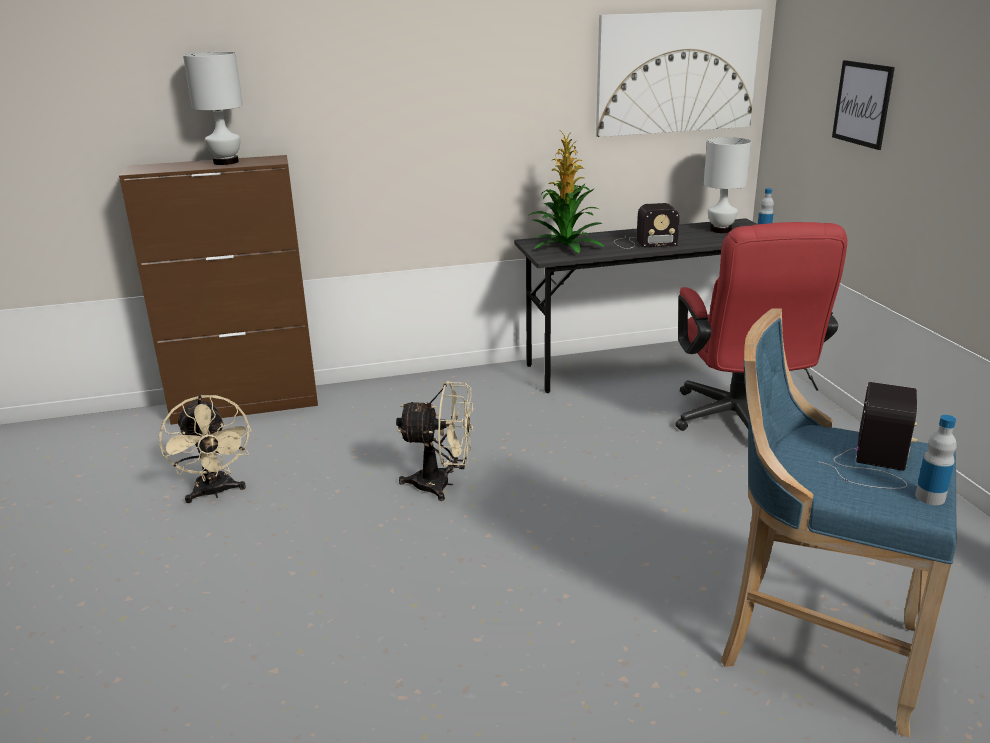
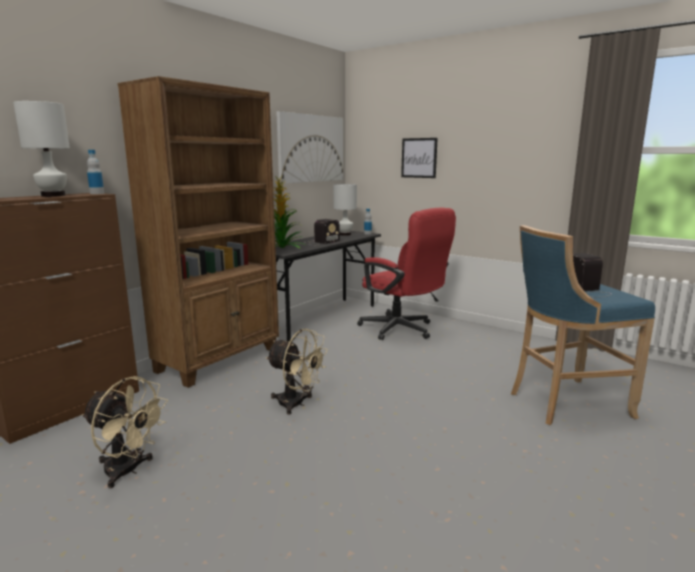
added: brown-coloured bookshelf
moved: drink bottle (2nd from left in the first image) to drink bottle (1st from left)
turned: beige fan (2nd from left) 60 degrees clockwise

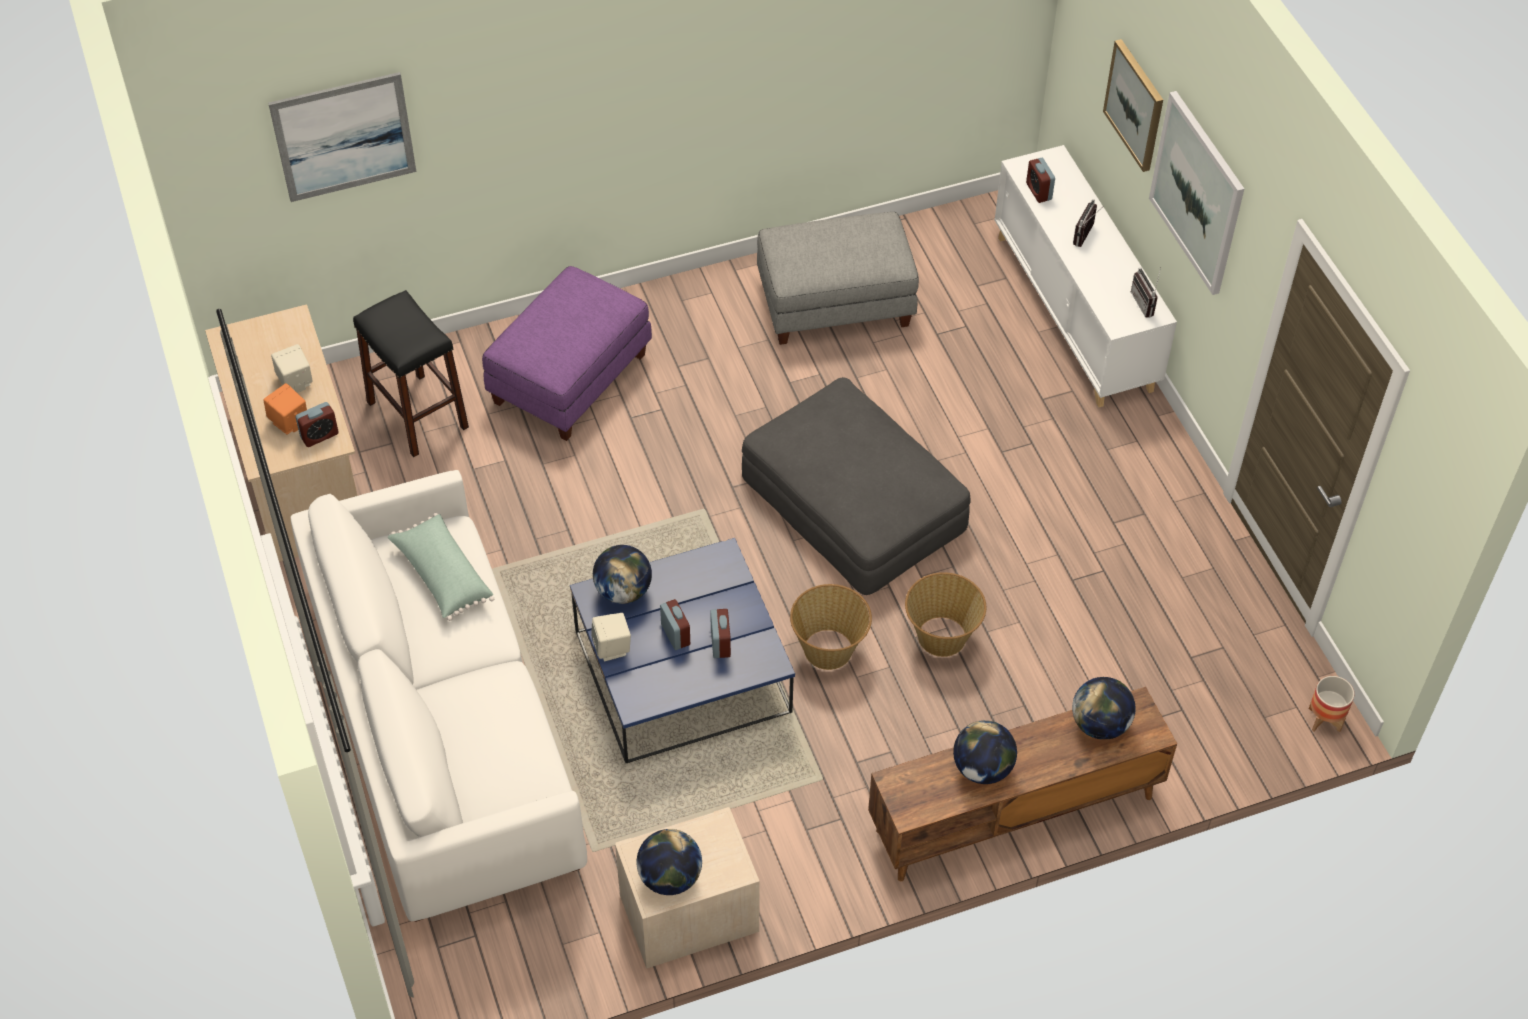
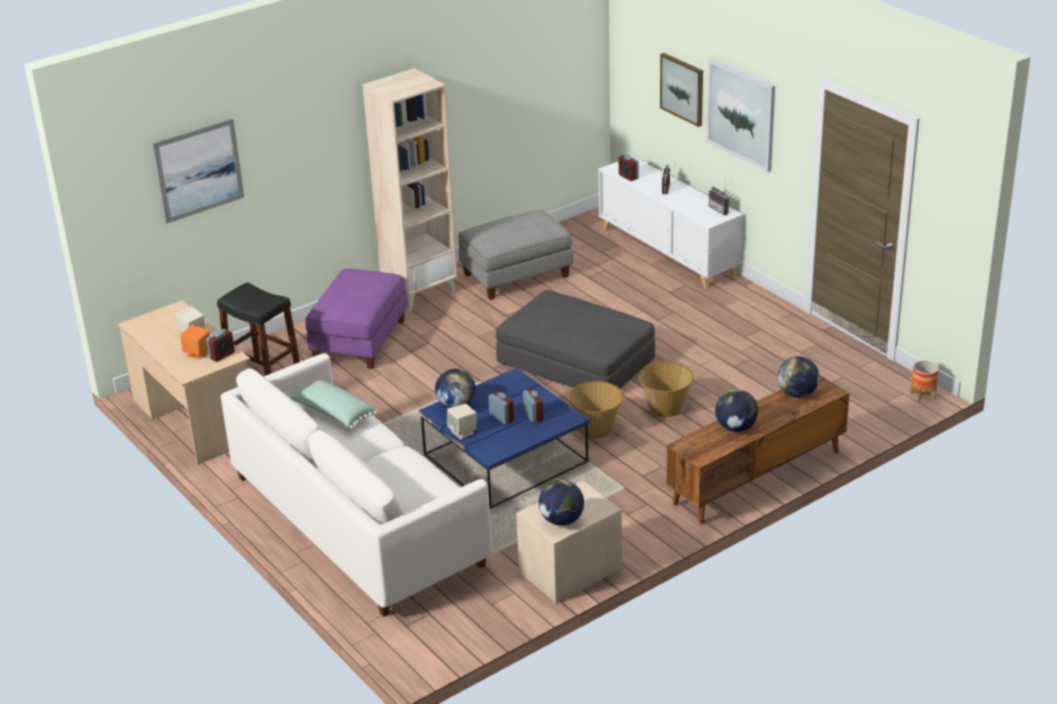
added: beige bookshelf

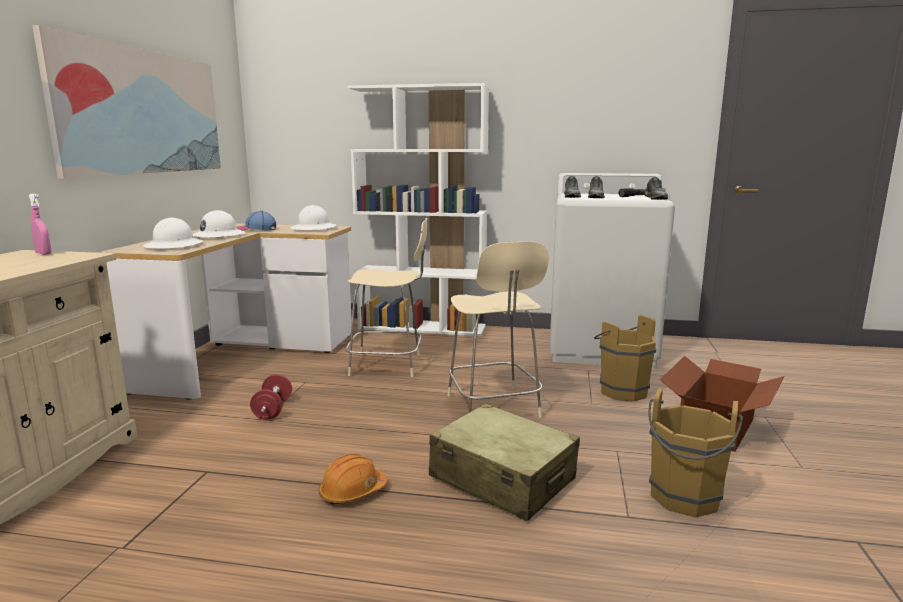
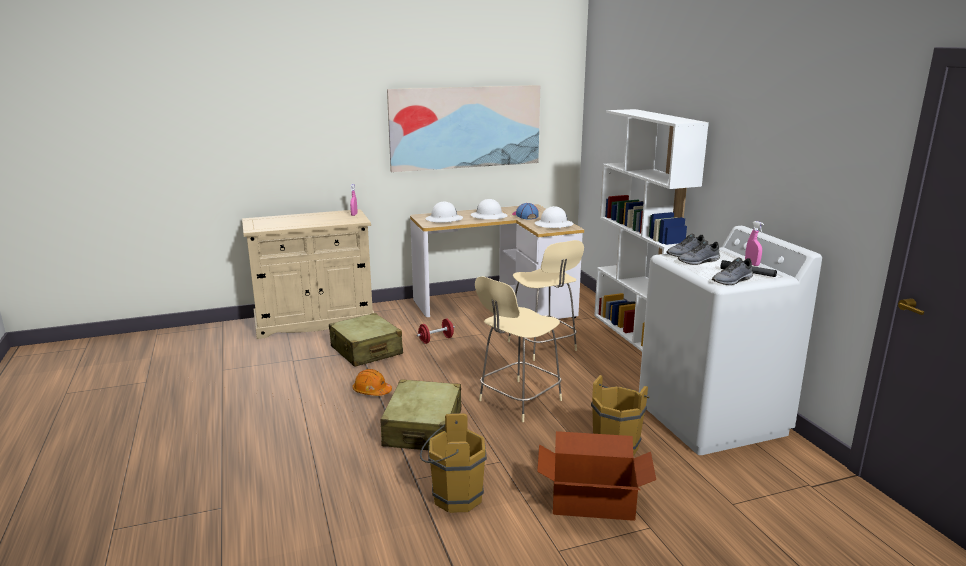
added: beige piece of luggage (1st from left); pink spray bottle (2nd from left)

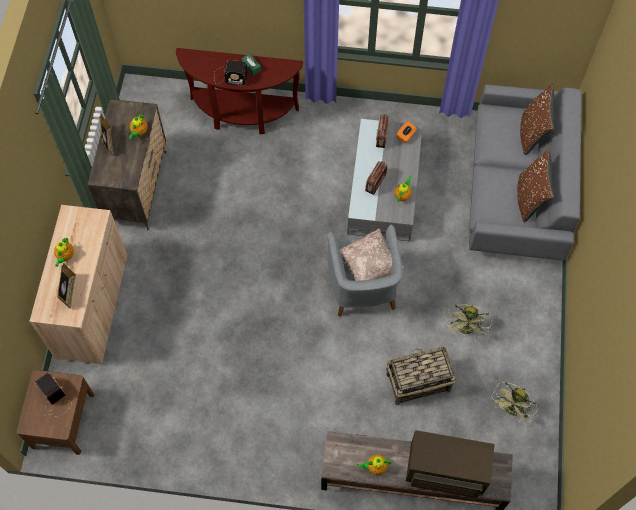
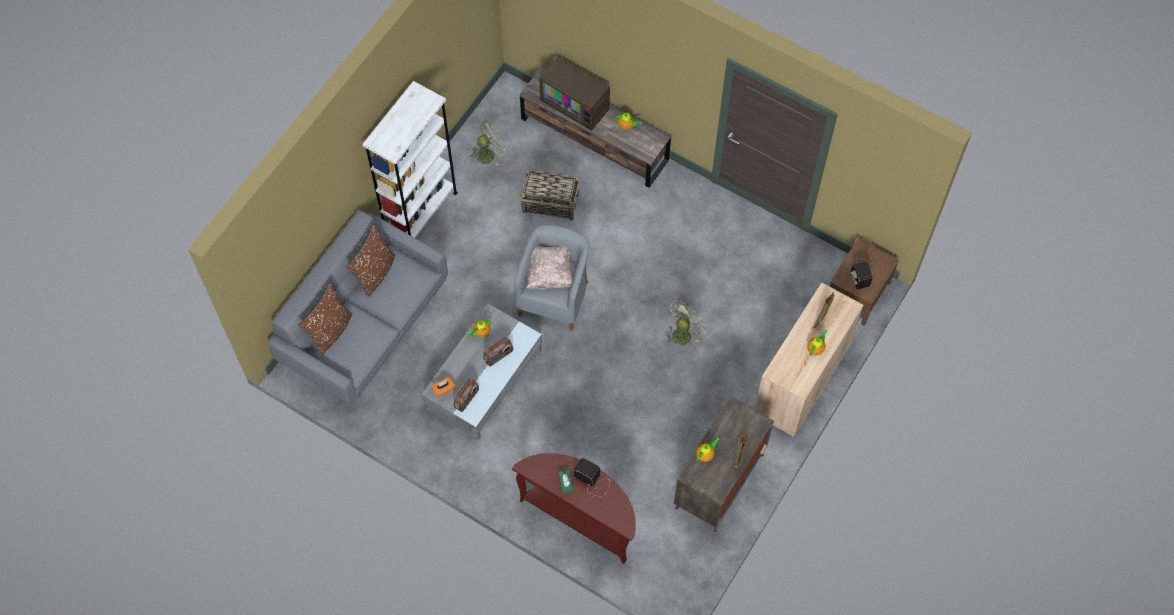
added: white bookshelf
moved: greenish fan (1st from left in the first image) to greenish fan (2nd from left)

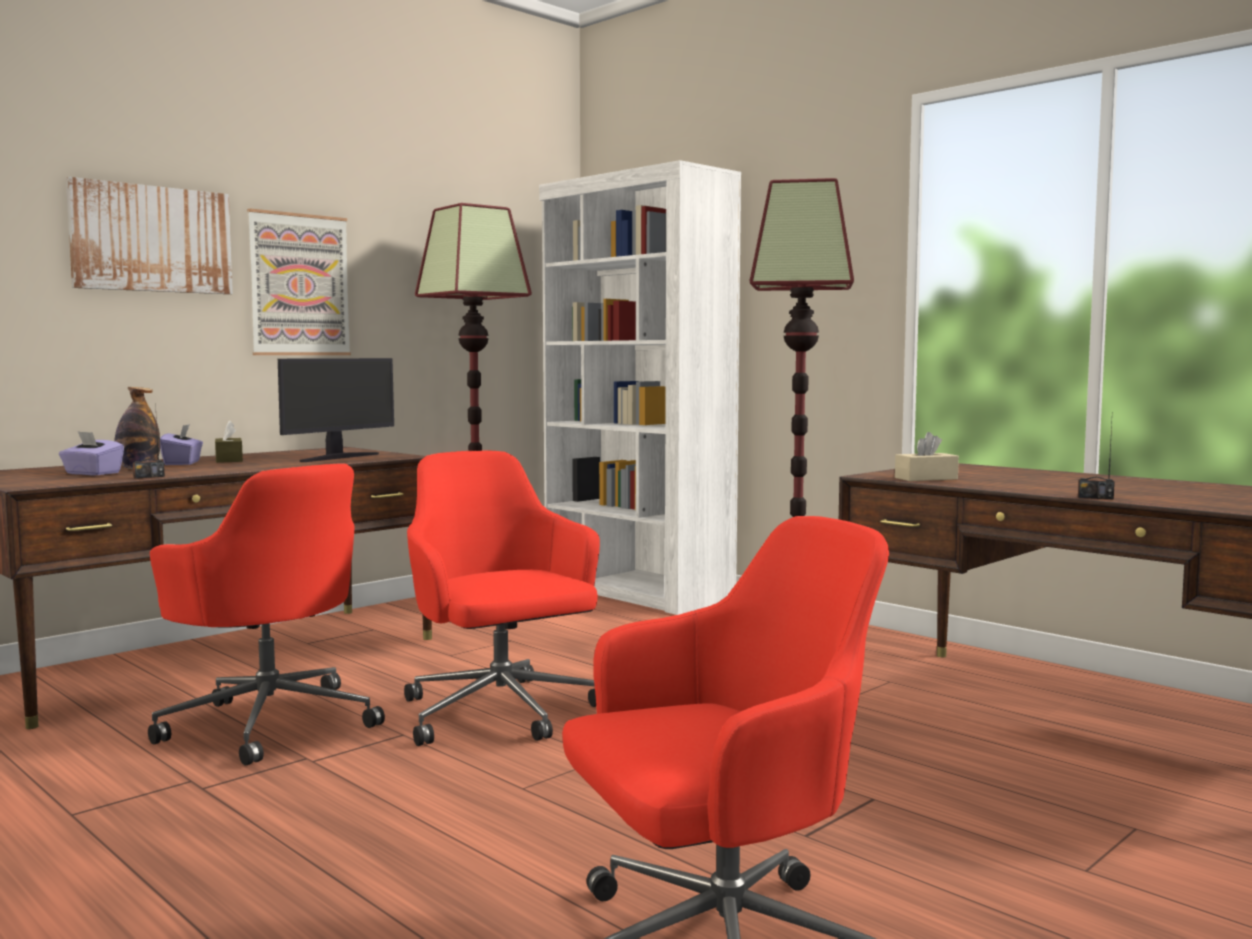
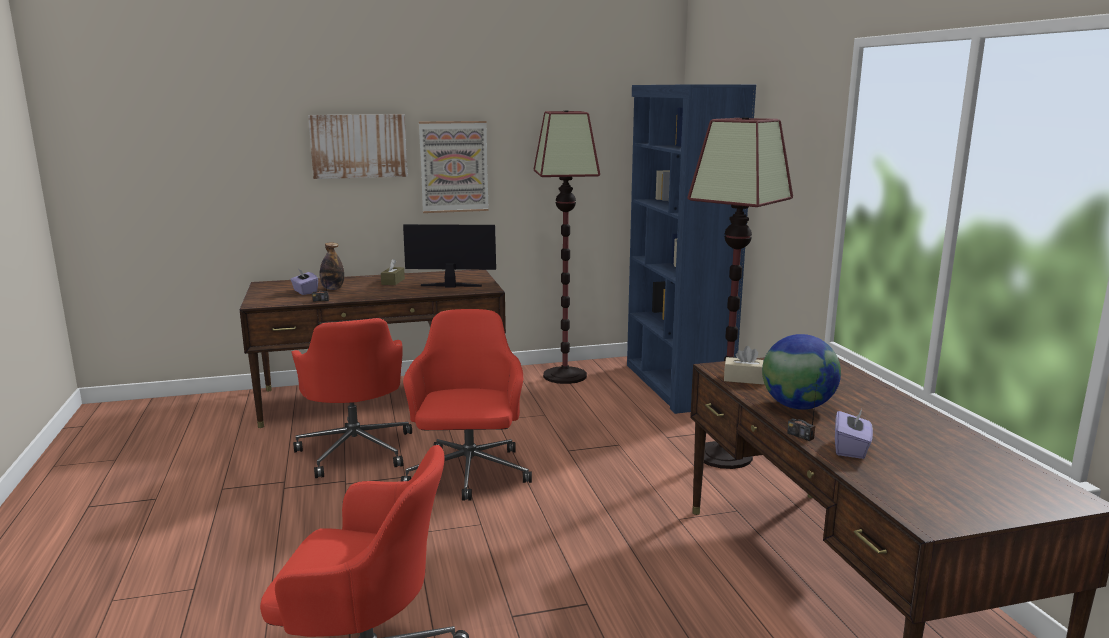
added: desk globe
moved: purple-coloured tissue holder (2nd from left)
recoloured: white bookshelf to blue bookshelf
turned: computer screen 150 degrees counterclockwise

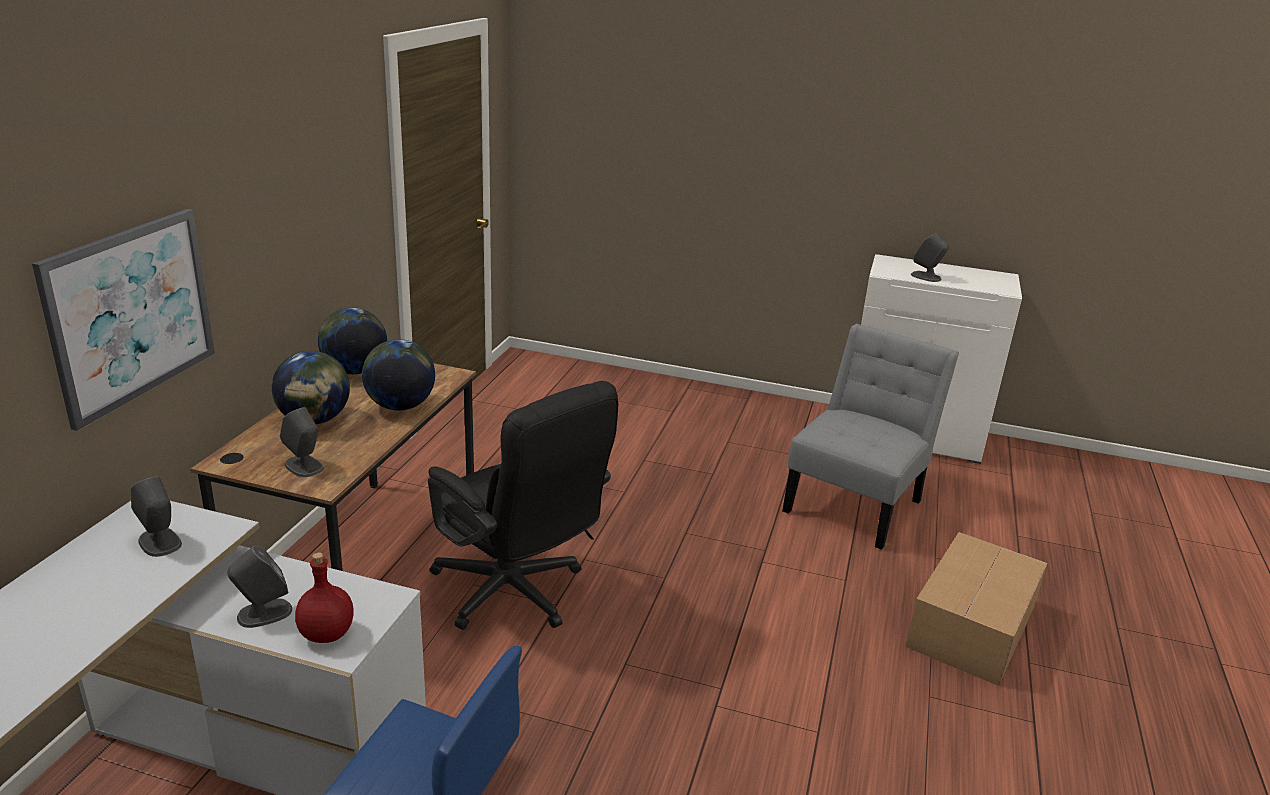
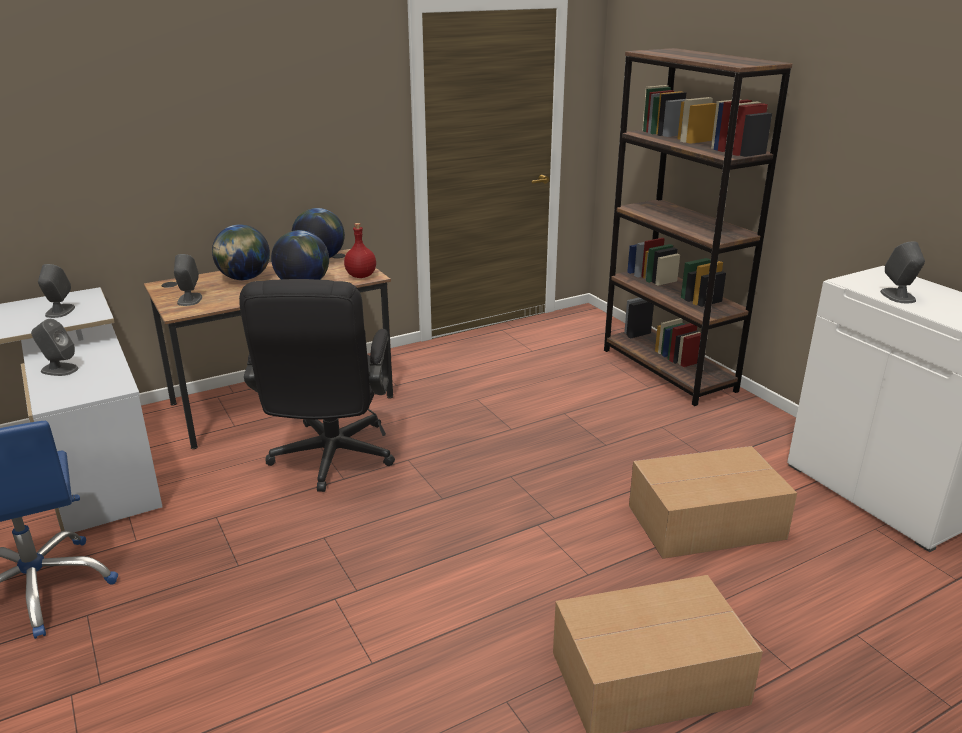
removed: wall art
added: brown-coloured bookshelf
moved: reddish drink bottle
replaced: greyish chair to cardboard box (2nd from left)

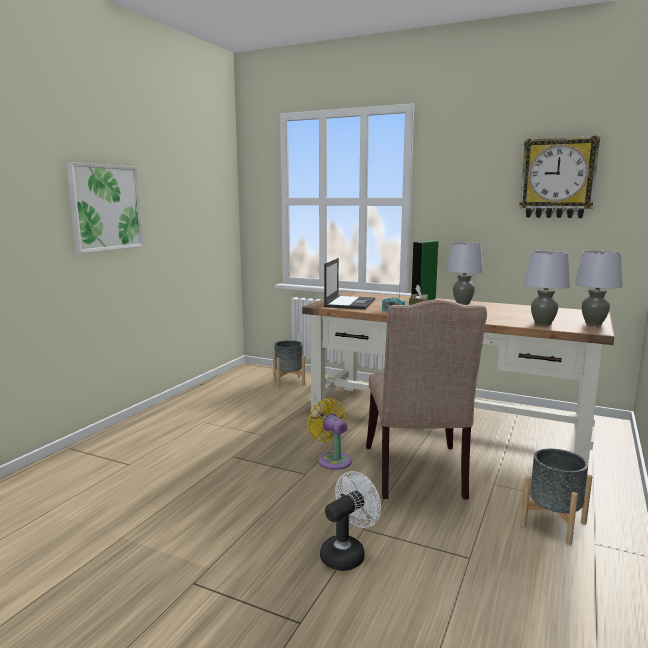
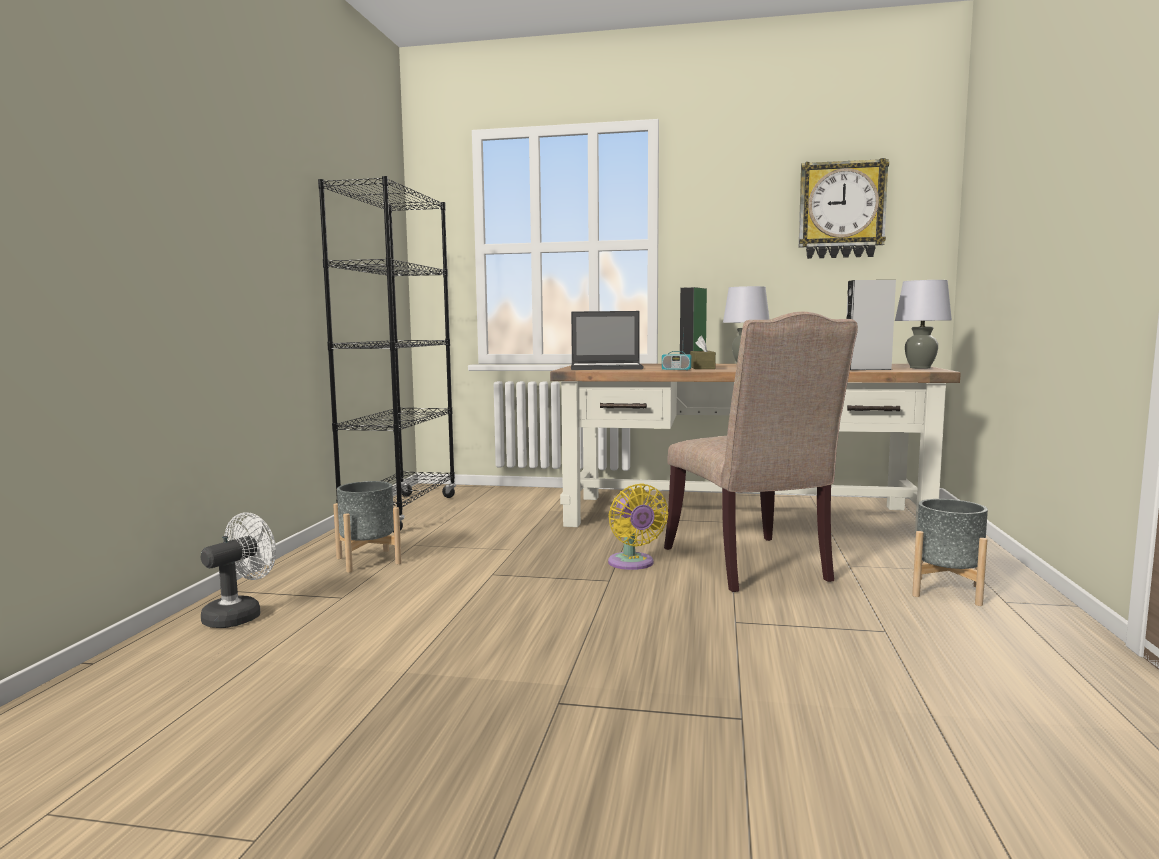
removed: wall art
added: blackish bookshelf
moved: greyish plant pot (1st from left); white fan
replaced: greyish lamp for a table (2nd from left) to greyish speaker
turned: yellow fan 150 degrees counterclockwise; laptop 90 degrees clockwise

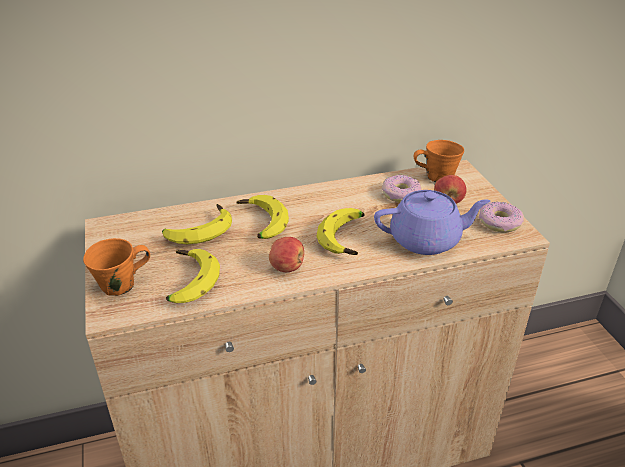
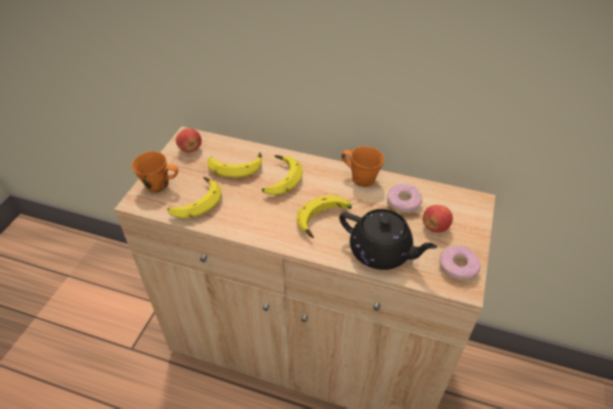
moved: whole apple (1st from left); orange mug (2nd from left)
recoloured: purple-coloured pot for tea to blackish pot for tea

